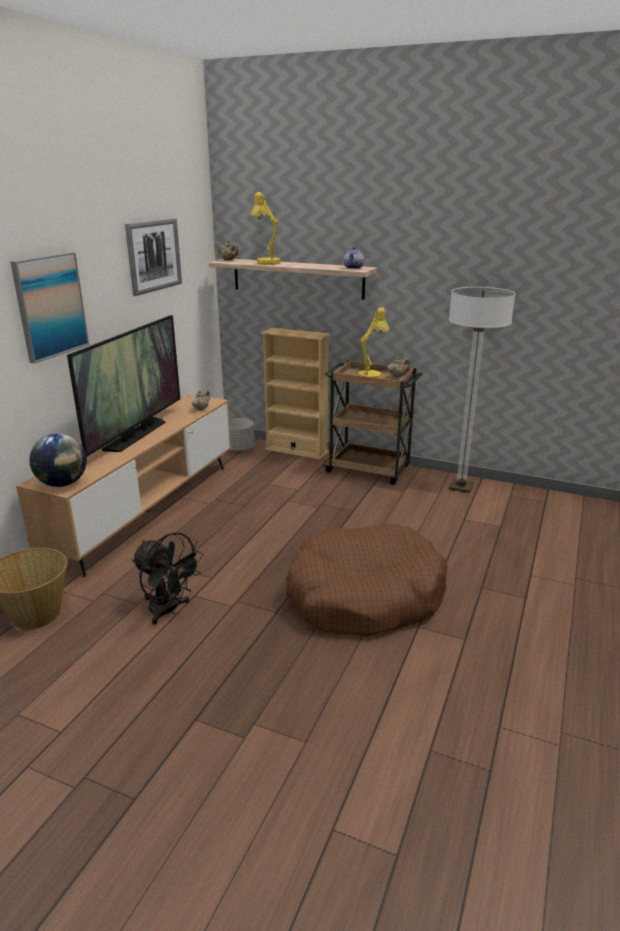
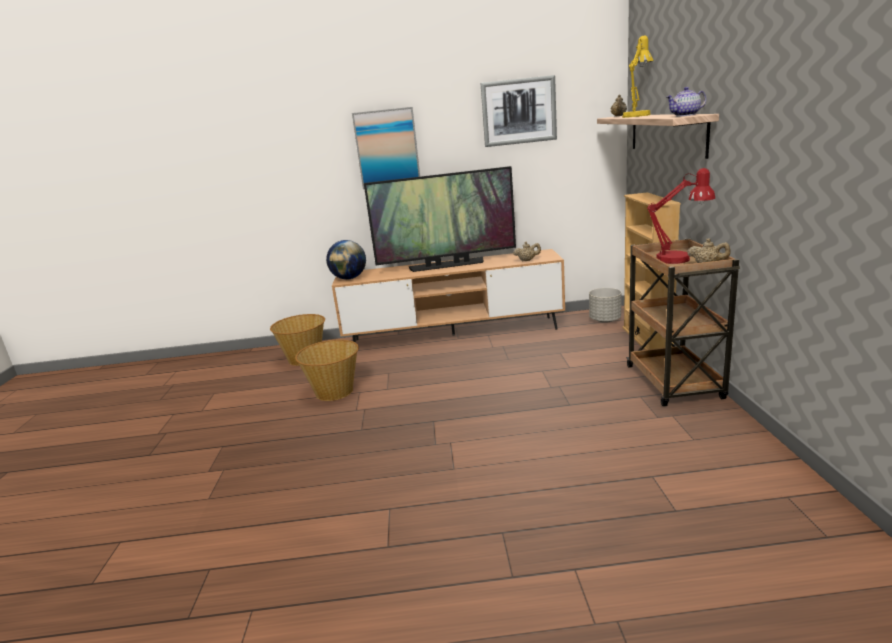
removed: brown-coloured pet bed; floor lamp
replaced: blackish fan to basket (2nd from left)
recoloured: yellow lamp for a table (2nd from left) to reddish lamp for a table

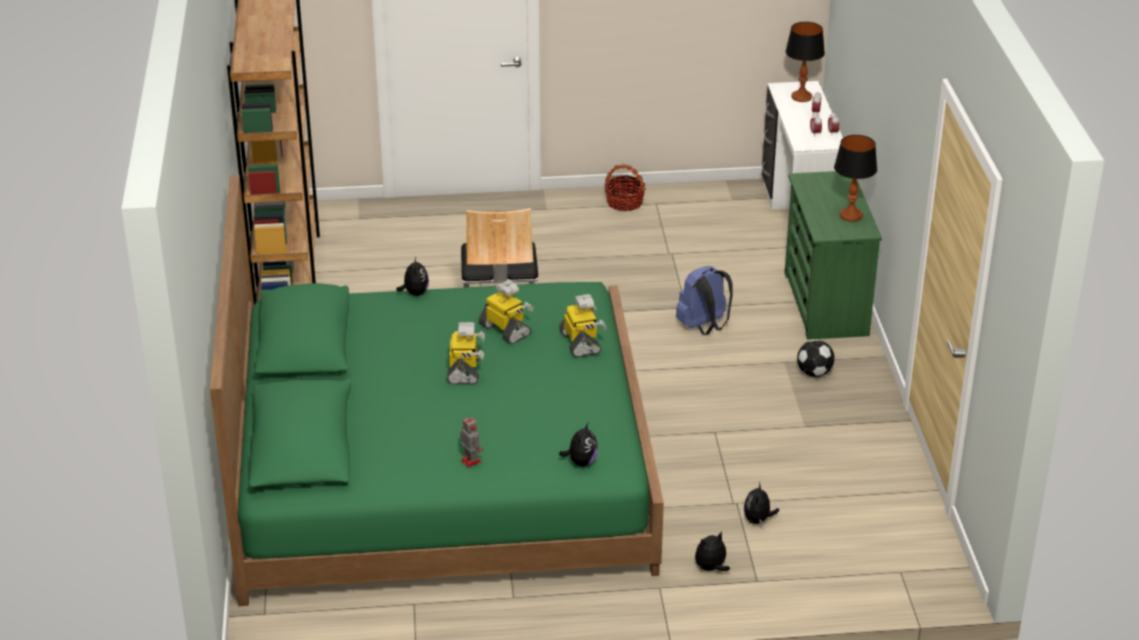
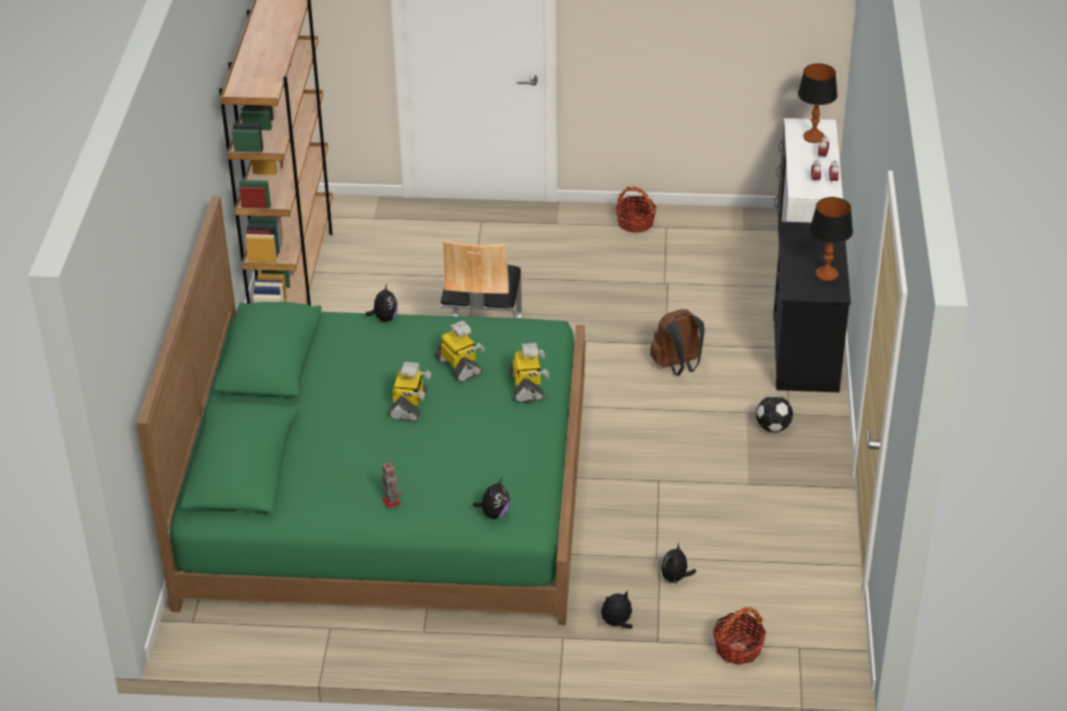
added: basket (2nd from left)
recoloured: blue backpack to brown-coloured backpack; greenish chest of drawers to blackish chest of drawers

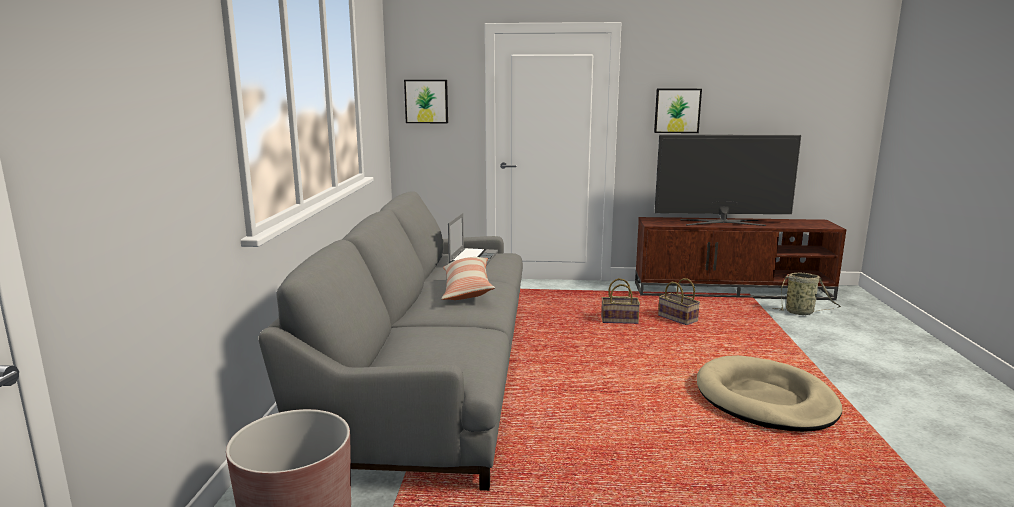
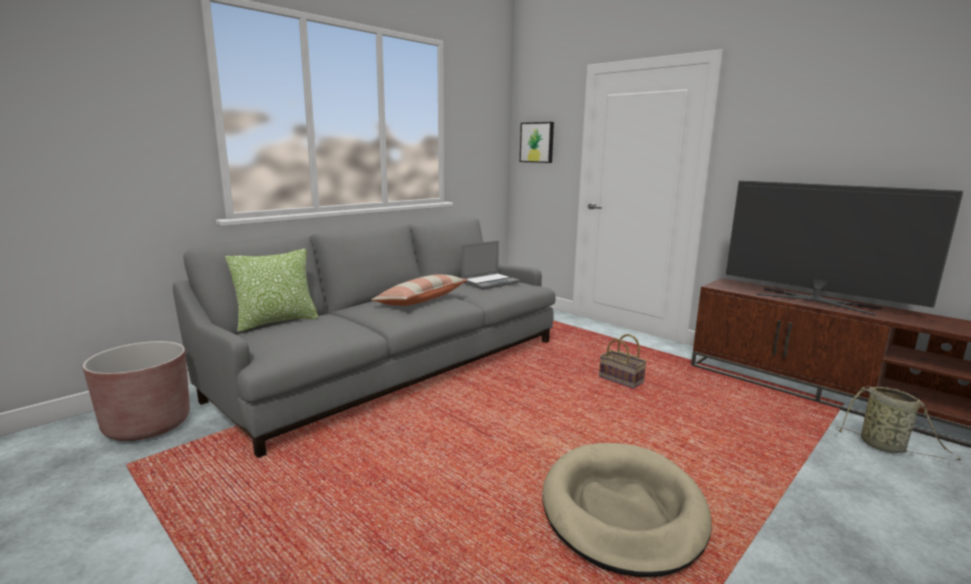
removed: wall art (2nd from left); basket (2nd from left)
added: throw pillow (1st from left)

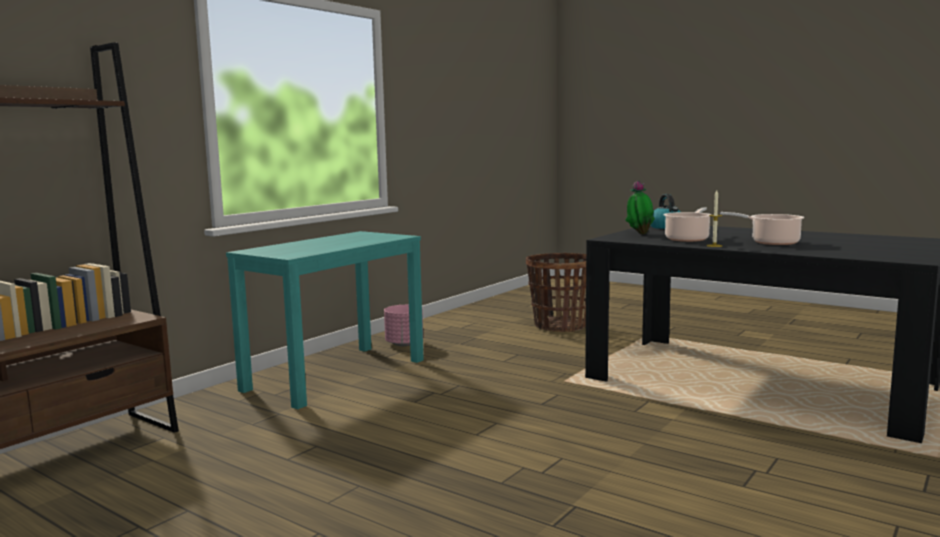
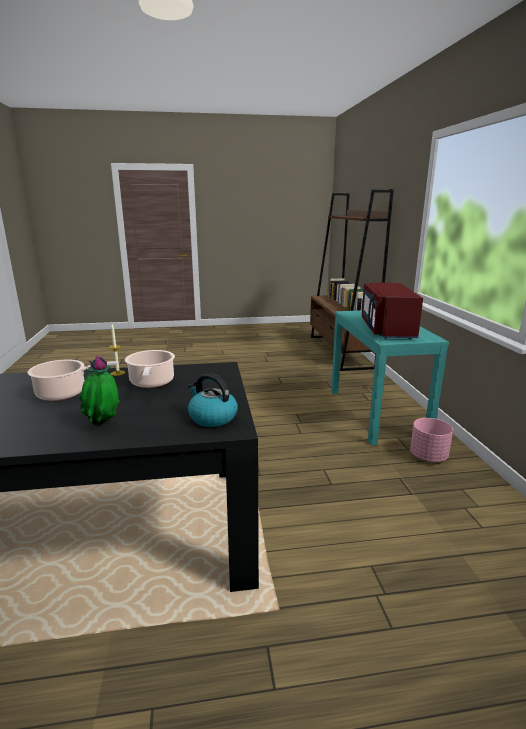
removed: basket
added: reddish kitchen microwave
moved: potted plant

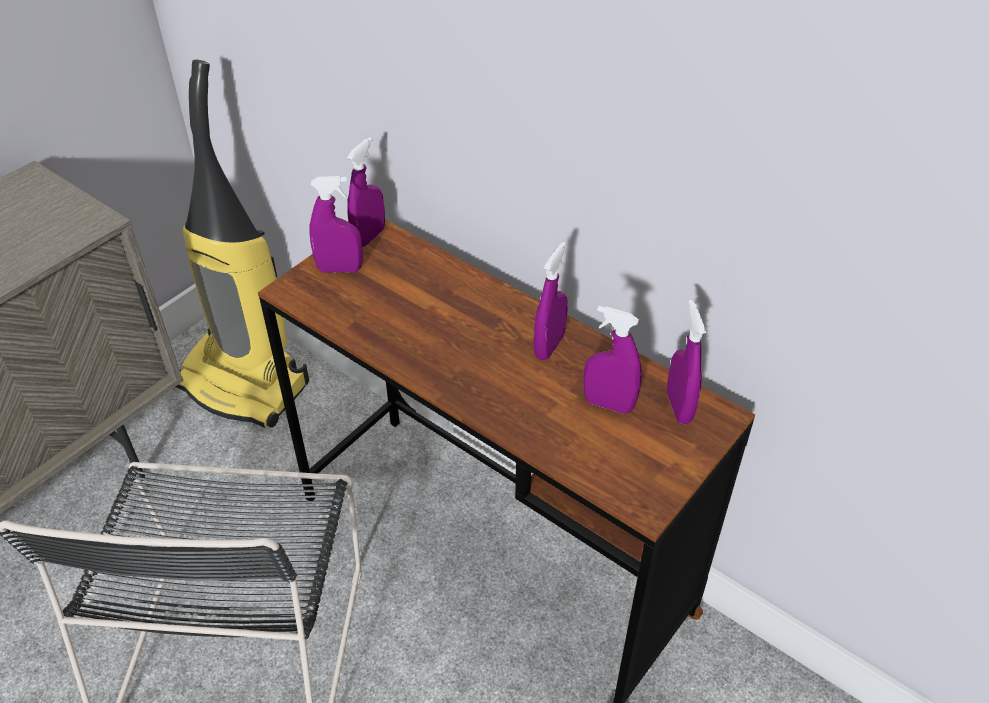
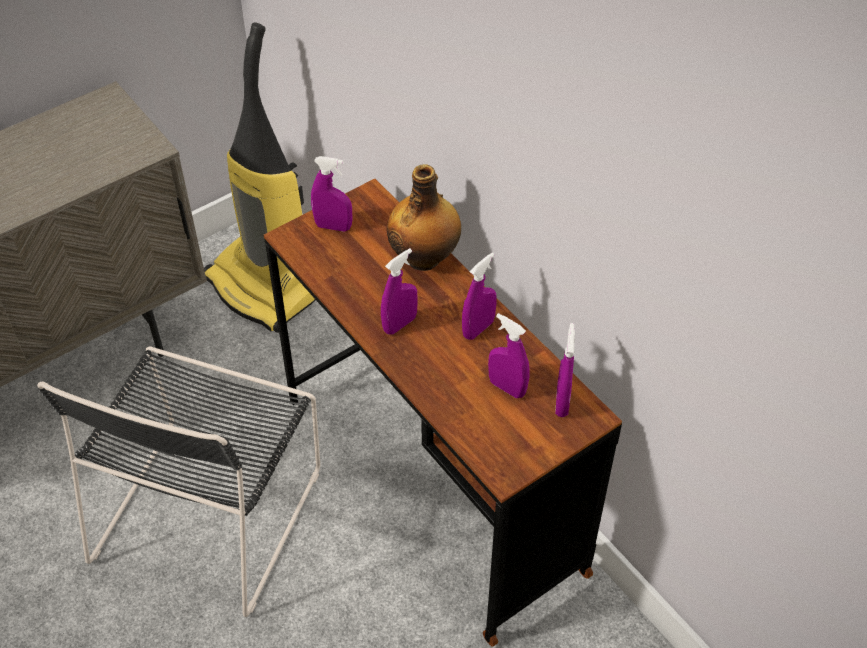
added: drink bottle
moved: purple-coloured spray bottle (2nd from left)

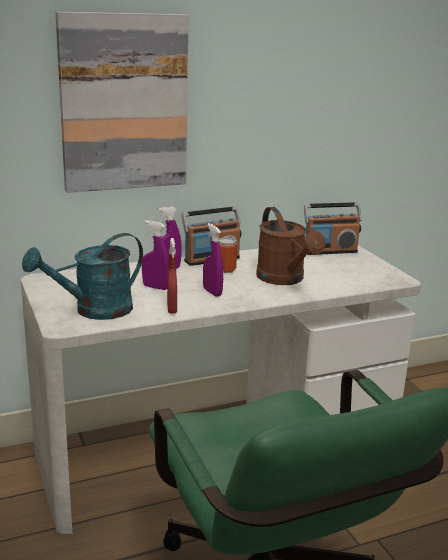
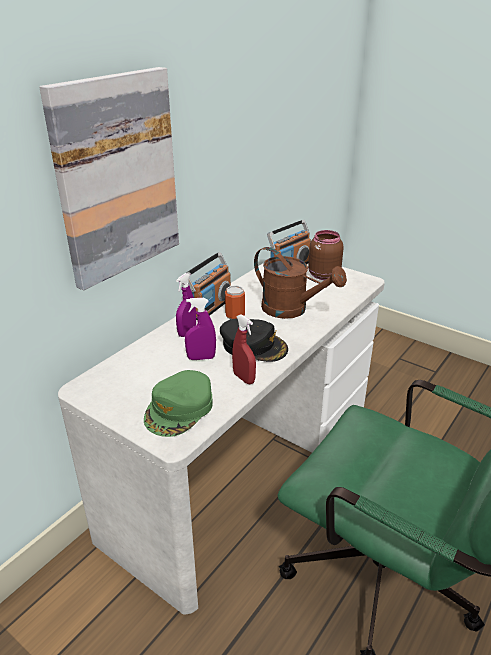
added: brown-coloured storage jar
replaced: turquoise watering pot to greenish peaked cap; purple-coloured spray bottle (3rd from left) to blackish peaked cap

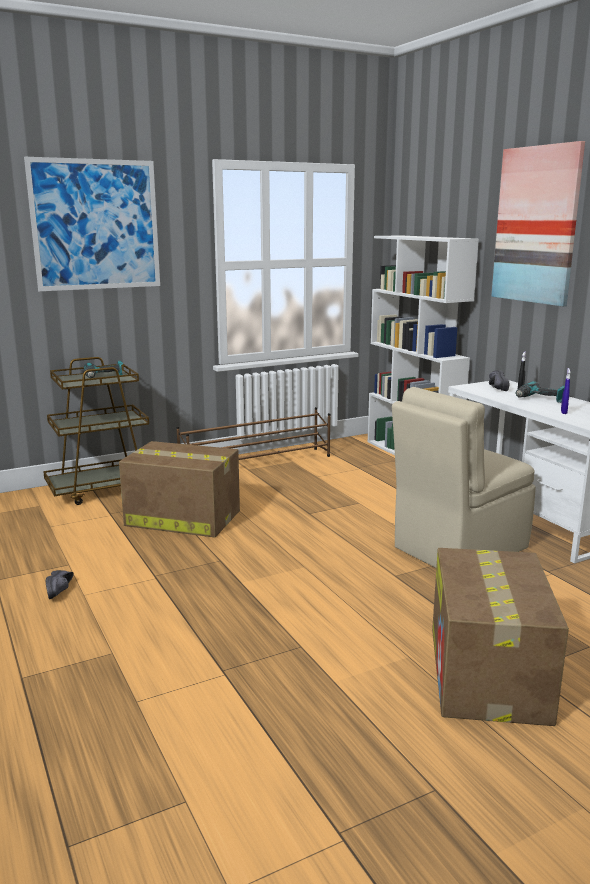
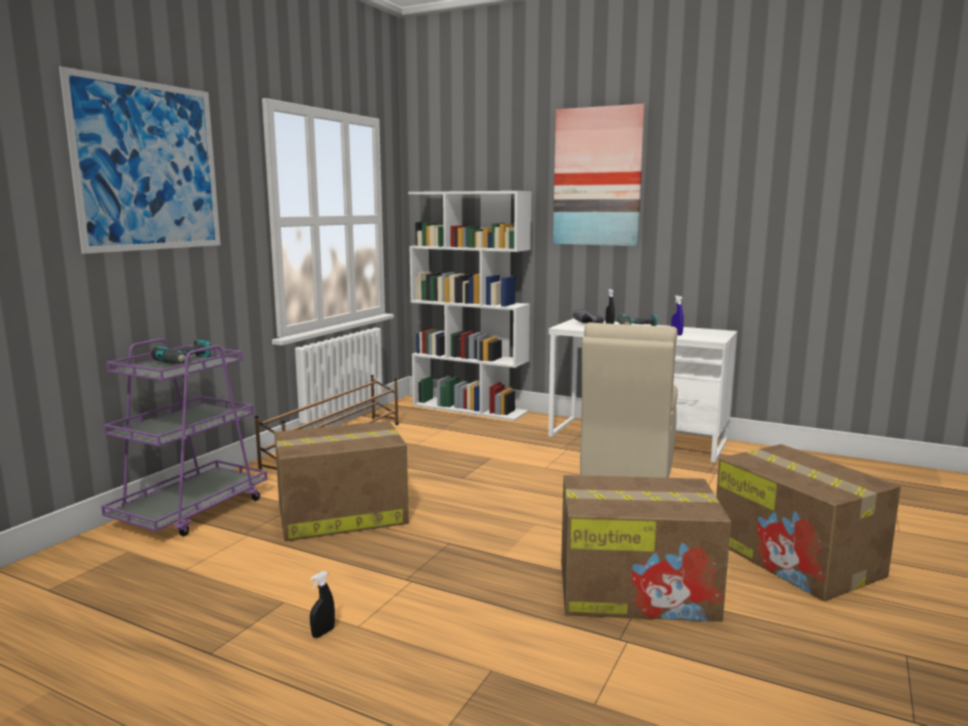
added: cardboard box (2nd from left)
replaced: blackish shoe (1st from left) to blackish spray bottle (1st from left)
recoloured: brown-coloured trolley to purple-coloured trolley

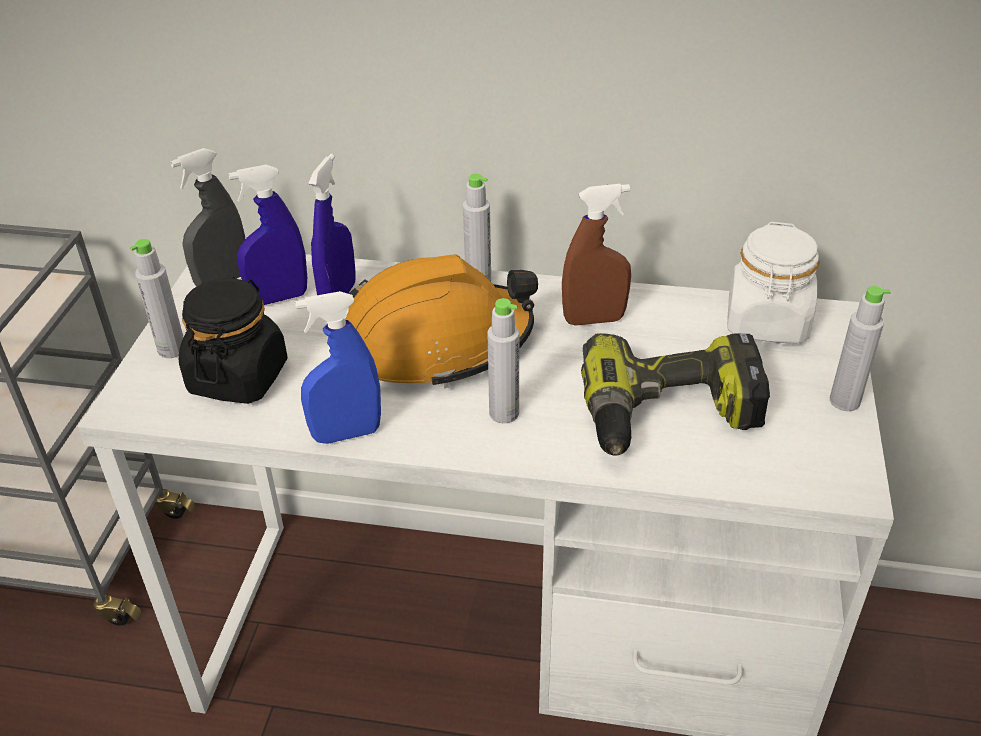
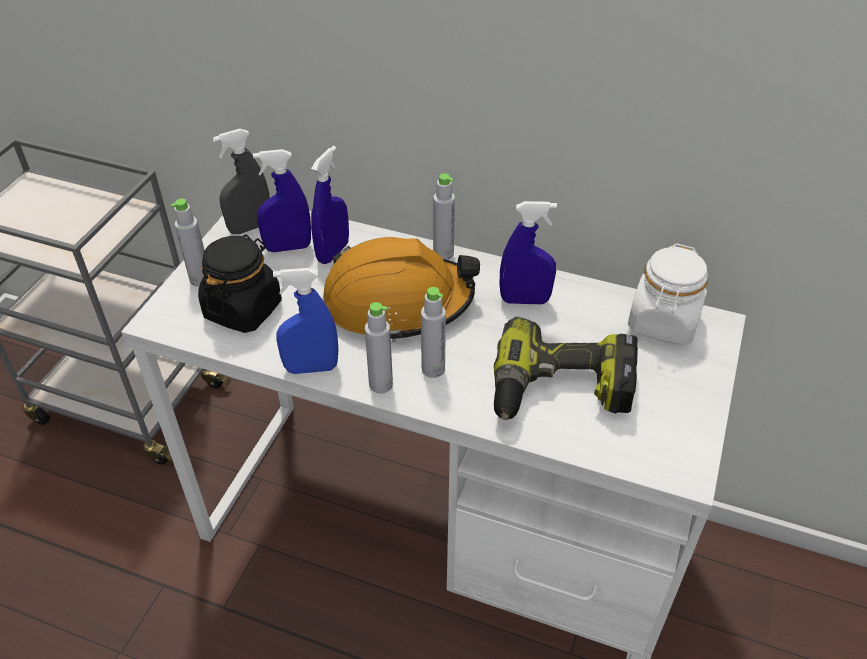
moved: greyish drink bottle (4th from left in the first image) to greyish drink bottle (2nd from left)
recoloured: brown-coloured spray bottle to blue spray bottle (4th from left)

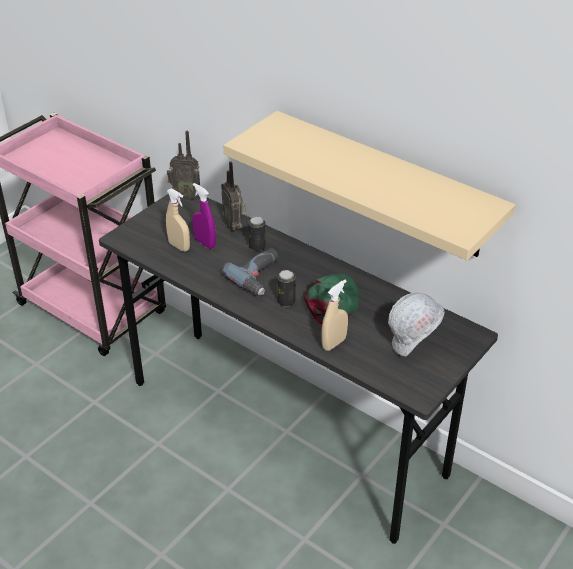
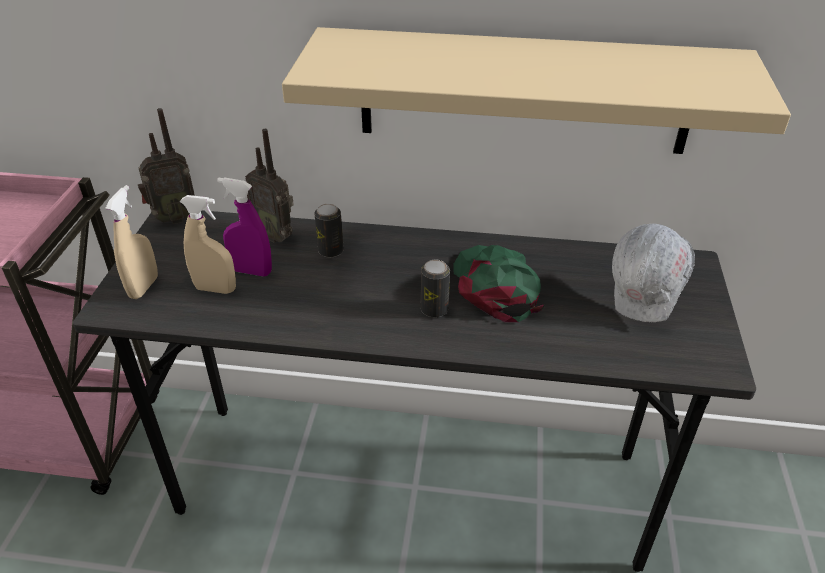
removed: drill
moved: beige spray bottle (2nd from left in the first image) to beige spray bottle (1st from left)

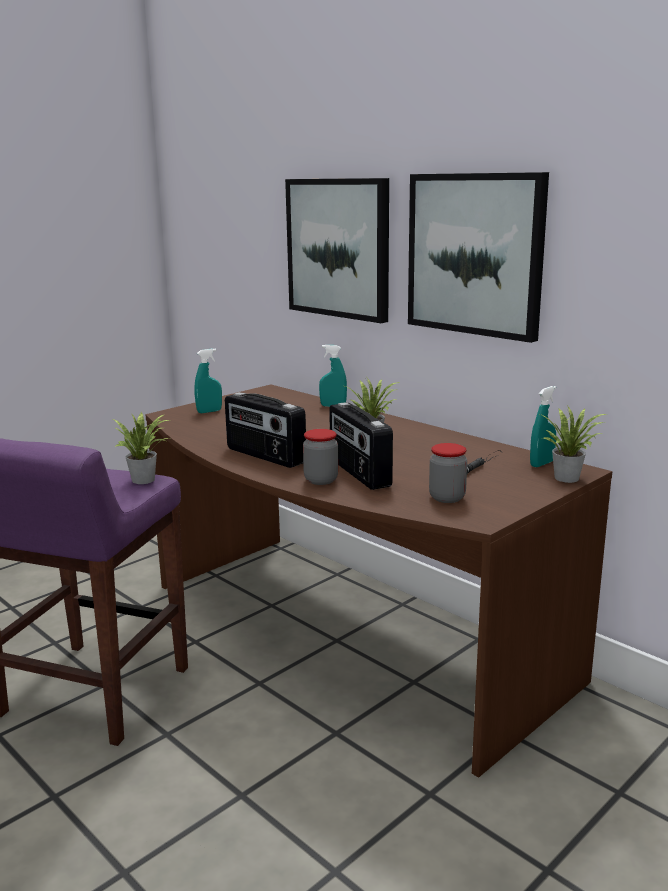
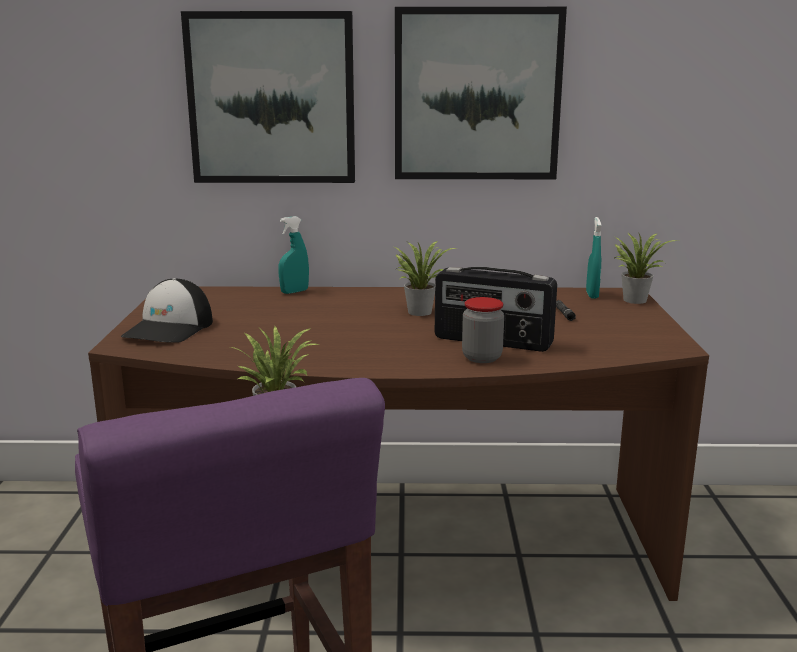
removed: radio set (1st from left); storage jar (2nd from left)
replaced: turquoise spray bottle (1st from left) to peaked cap

